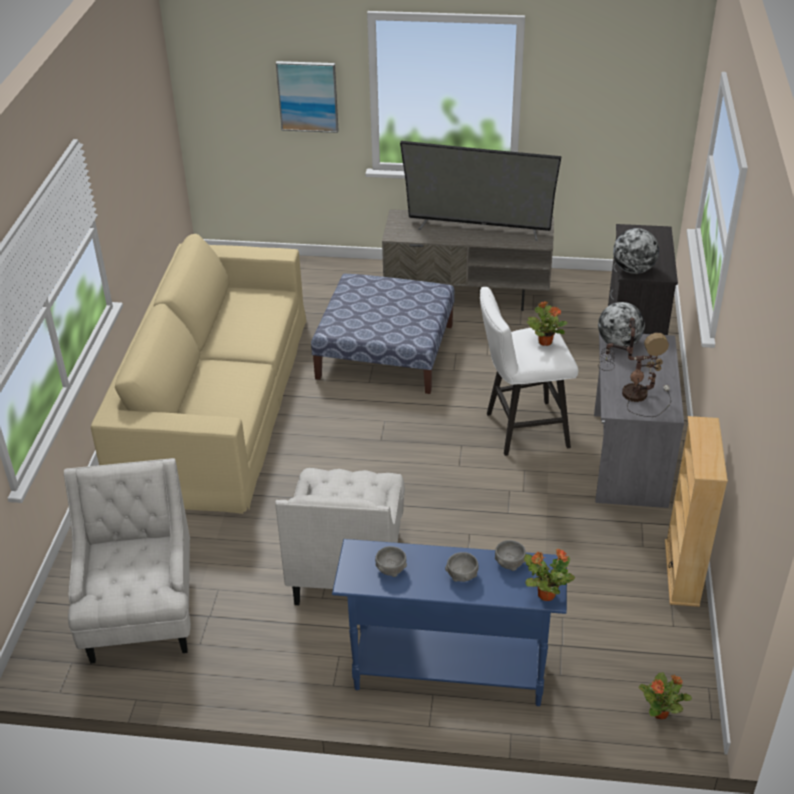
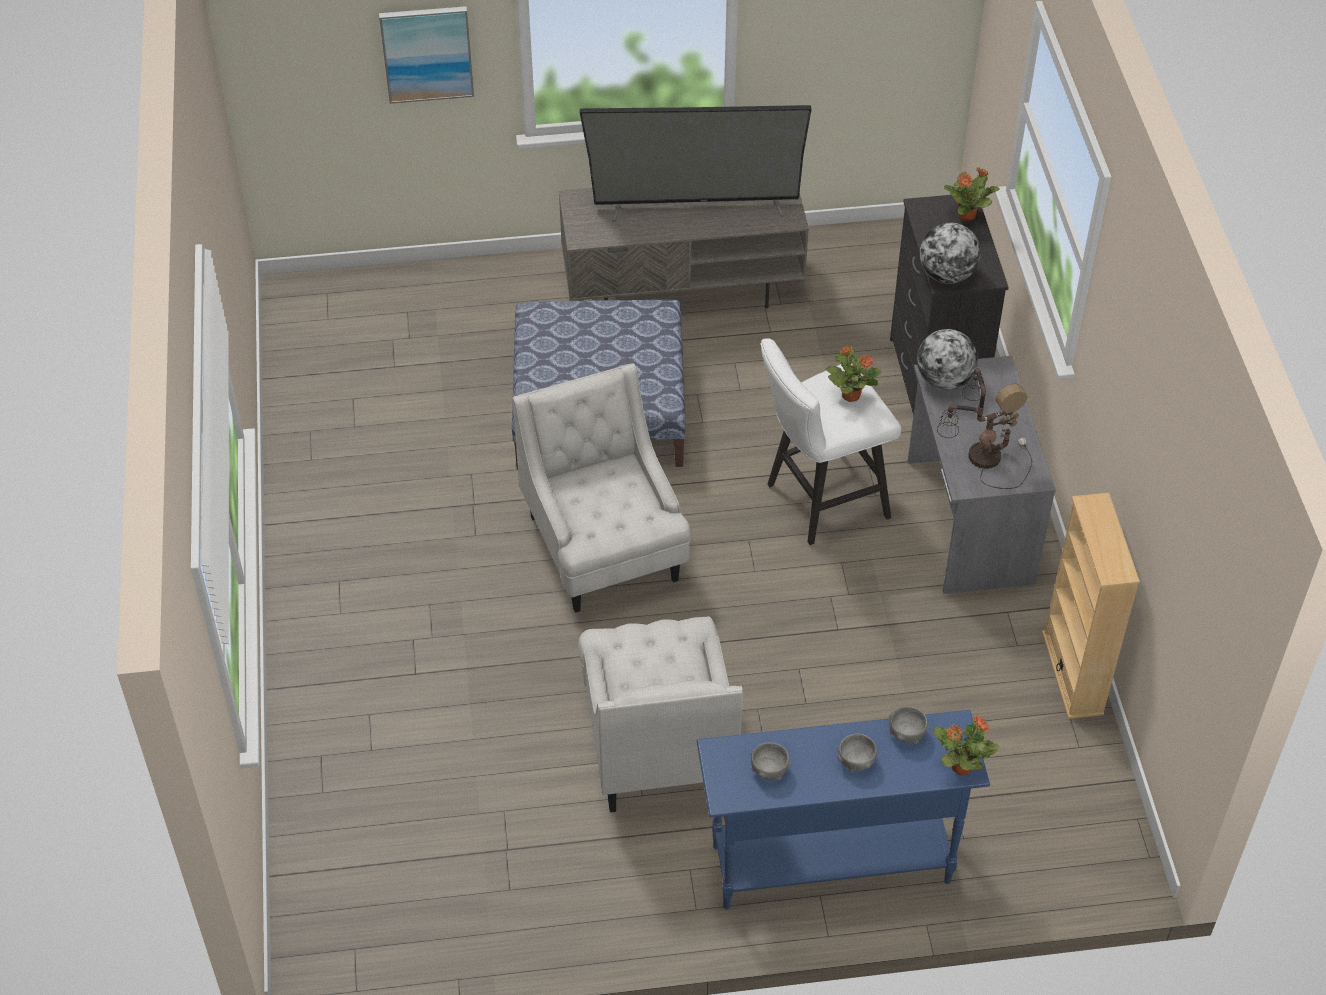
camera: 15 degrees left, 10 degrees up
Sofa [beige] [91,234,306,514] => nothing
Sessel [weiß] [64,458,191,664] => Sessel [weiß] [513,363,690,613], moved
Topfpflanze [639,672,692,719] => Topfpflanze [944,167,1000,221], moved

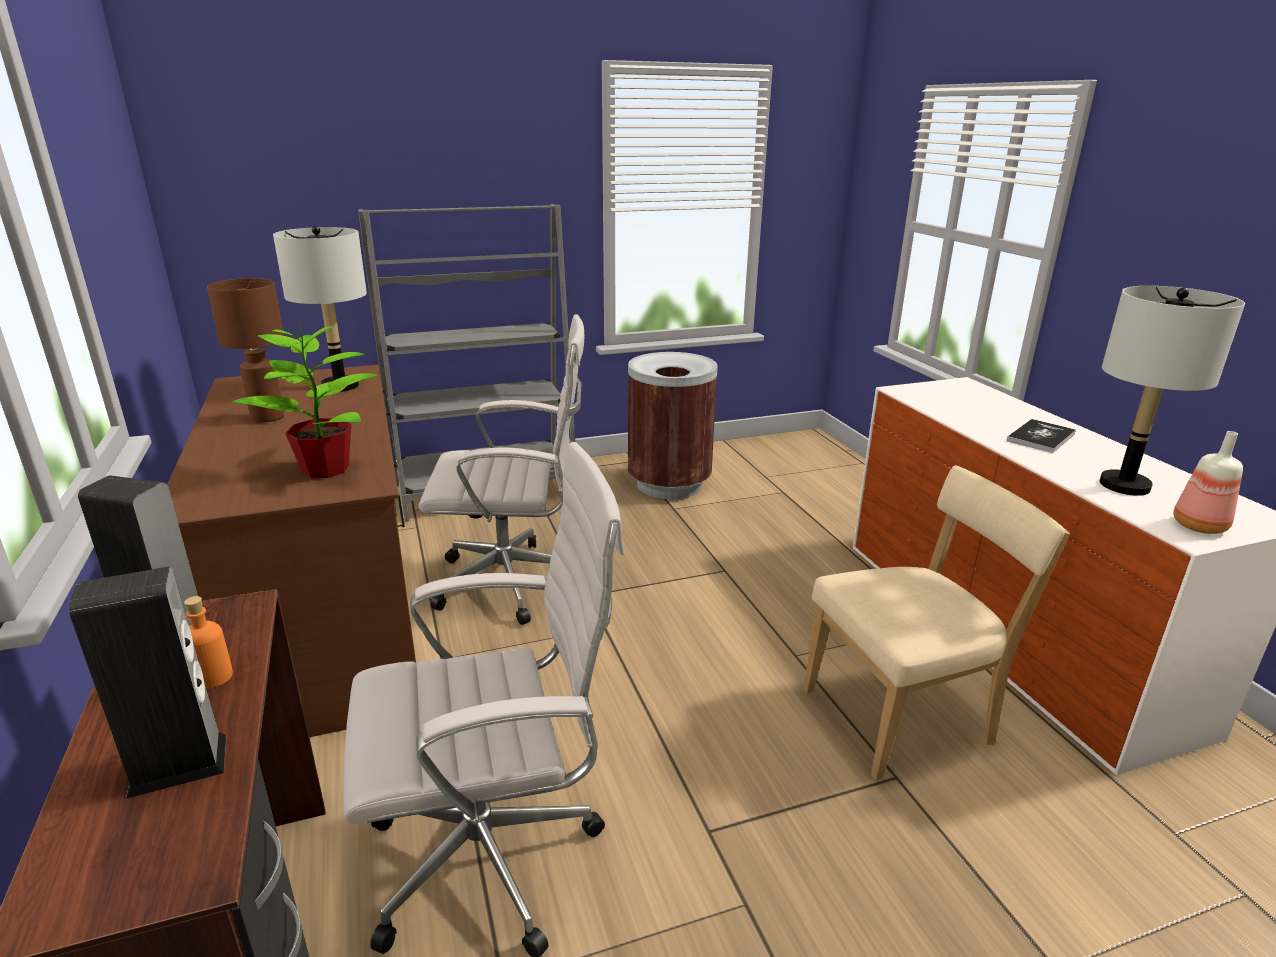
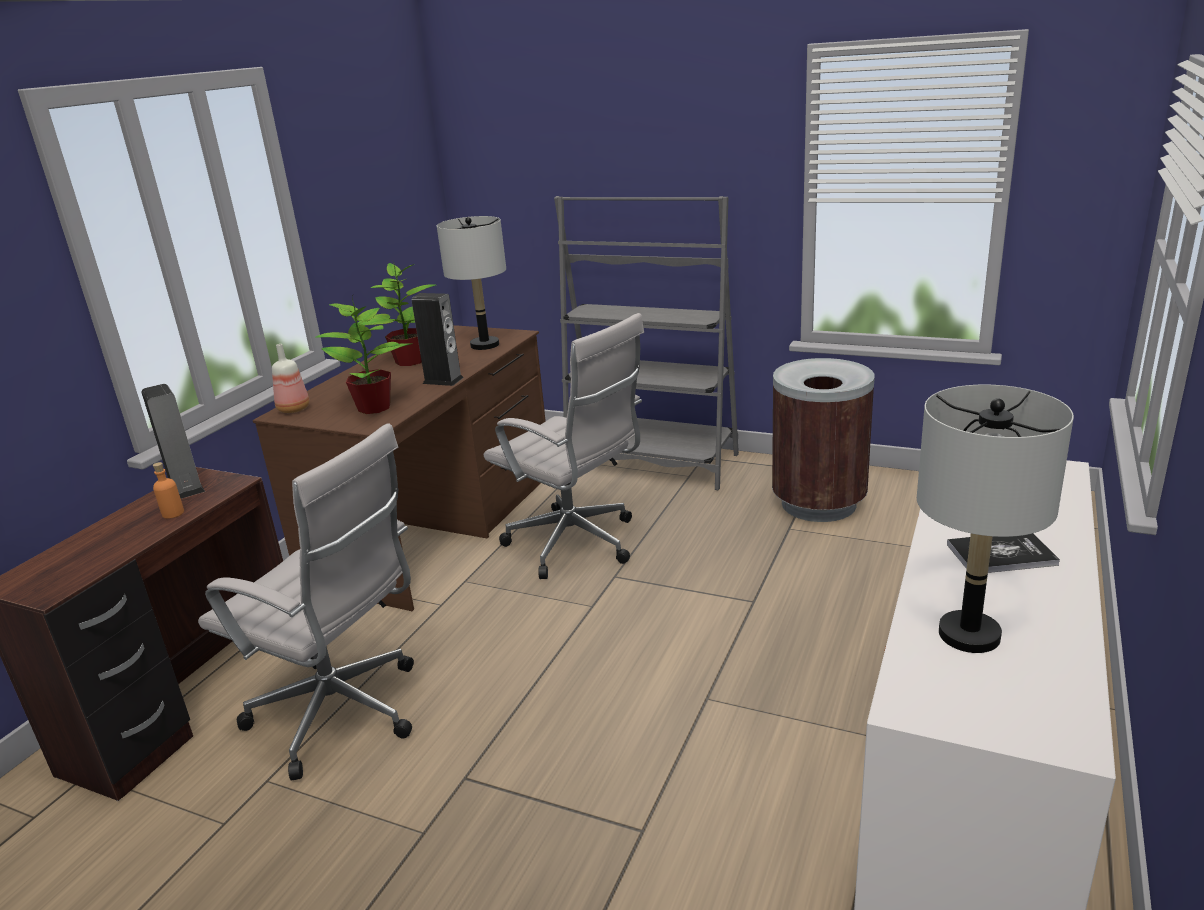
camera: 45 degrees right, 0 degrees up
Tischlampe [braun] [207,278,285,422] => Topfpflanze [358,262,436,366]
Flasche [1173,431,1243,534] => Flasche [272,344,310,413], moved
Stuhl [beige] [803,466,1070,781] => nothing
Lautsprecher [69,566,226,799] => Lautsprecher [412,293,464,386], moved

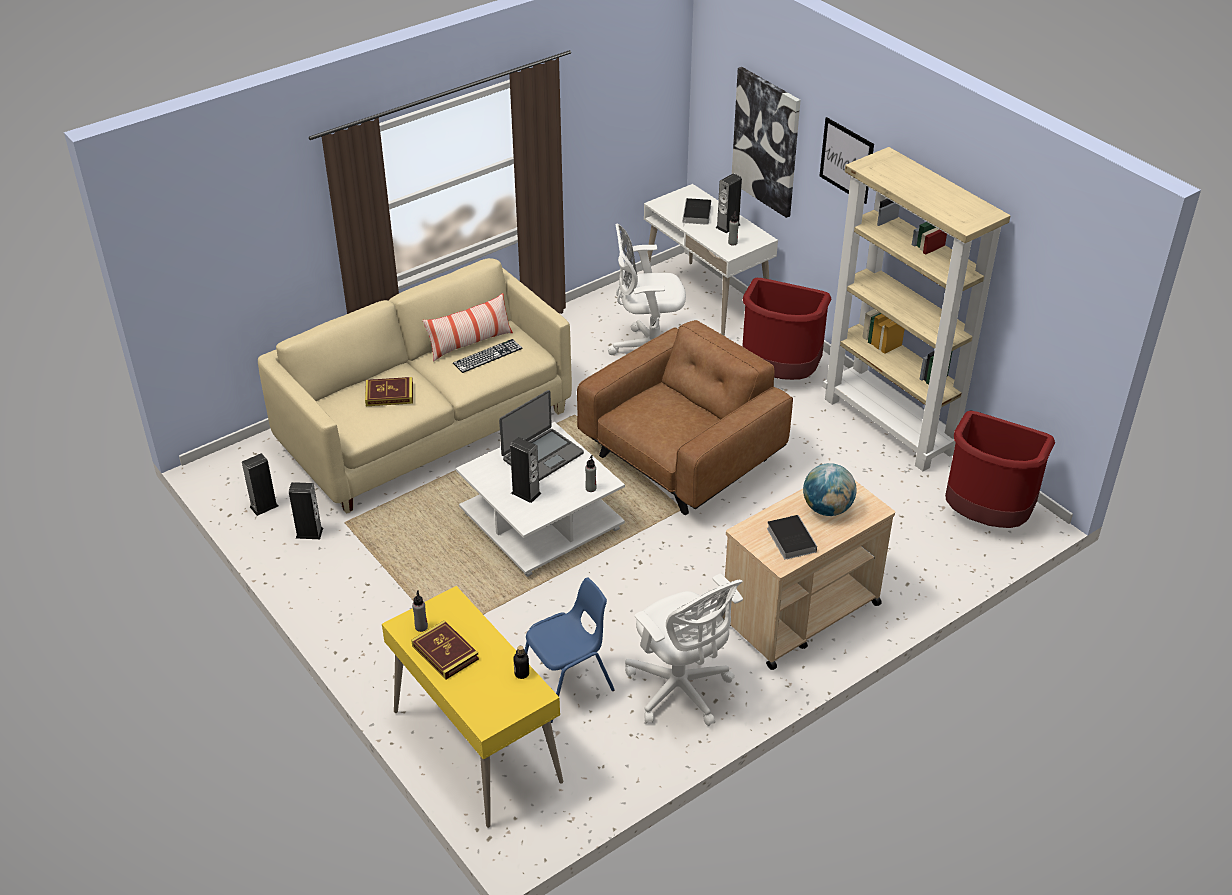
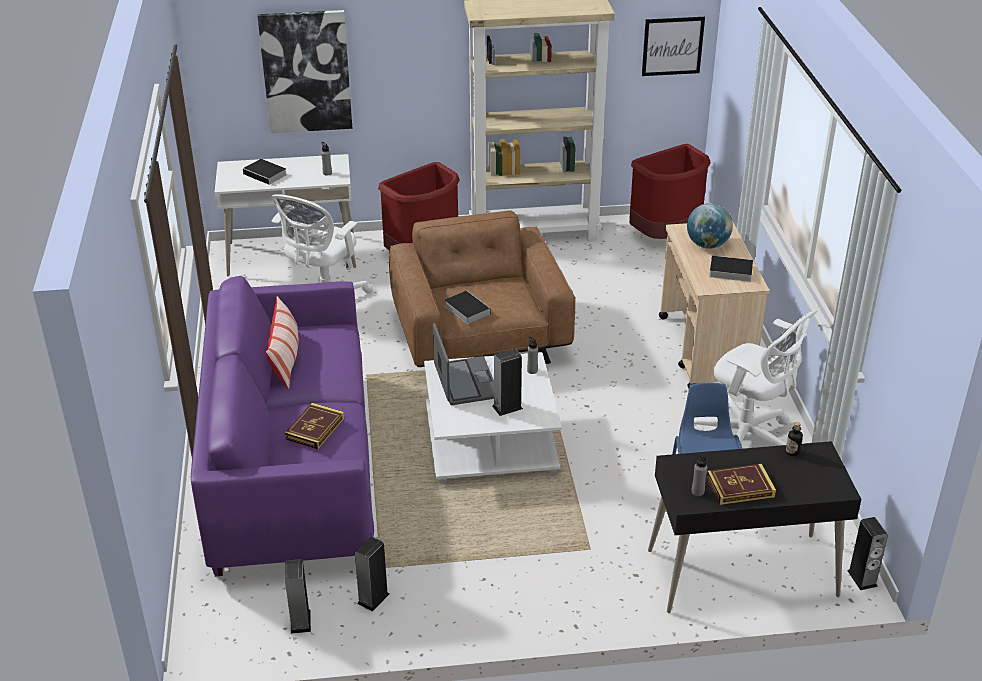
camera: 60 degrees left, 5 degrees down
Bild [820,117,874,204] => Bild [642,17,705,76], moved
Lautsprecher [716,173,742,233] => Lautsprecher [847,517,888,590], moved
Sofa [beige] [258,258,572,514] => Sofa [lila] [191,276,374,577]
Tastatur [453,339,523,373] => nothing
Bürostuhl [weiß] [625,574,743,726] => Bürostuhl [weiß] [694,309,818,446], 45 degrees clockwise
Schreibtisch [gelb] [382,586,563,828] => Schreibtisch [schwarz] [648,441,861,613]
nothing => Buch [444,291,491,324]

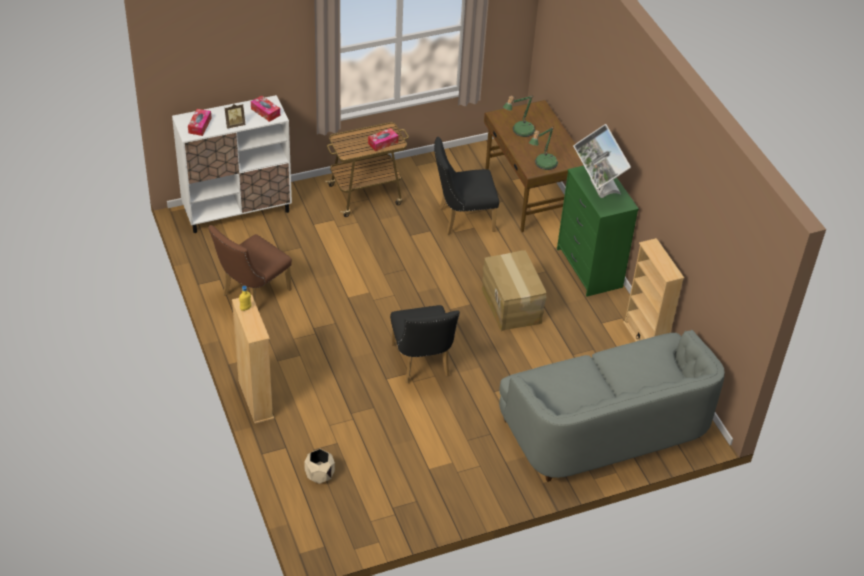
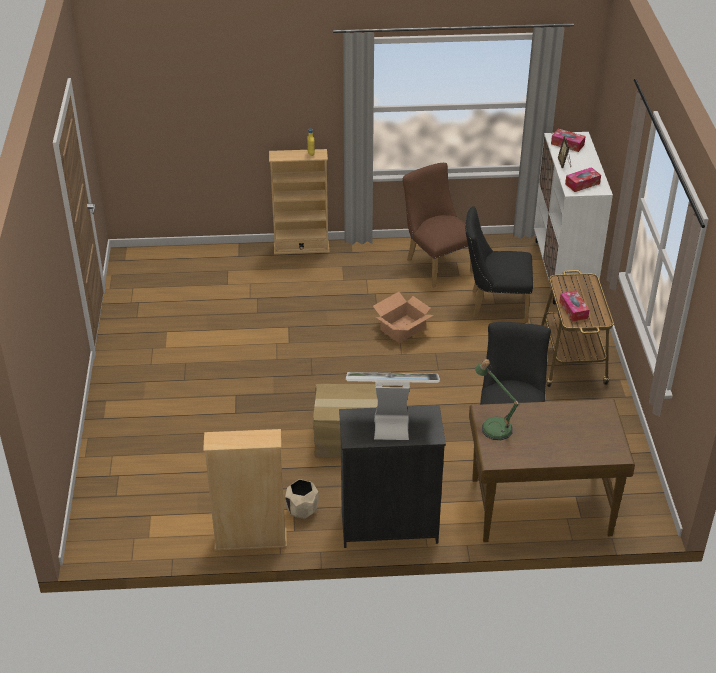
camera: 110 degrees right, 5 degrees down
Tischlampe [503,95,535,137] => nothing
Kommode [grün] [557,166,639,297] => Kommode [schwarz] [339,405,446,548]
Stuhl [schwarz] [390,305,460,383] => Stuhl [schwarz] [465,206,533,322], moved
Sofa [grau] [499,330,725,482] => nothing
Pflanzkübel [beige] [304,449,335,484] => Pflanzkübel [beige] [285,479,319,519], moved
nothing => Karton [373,292,433,343]

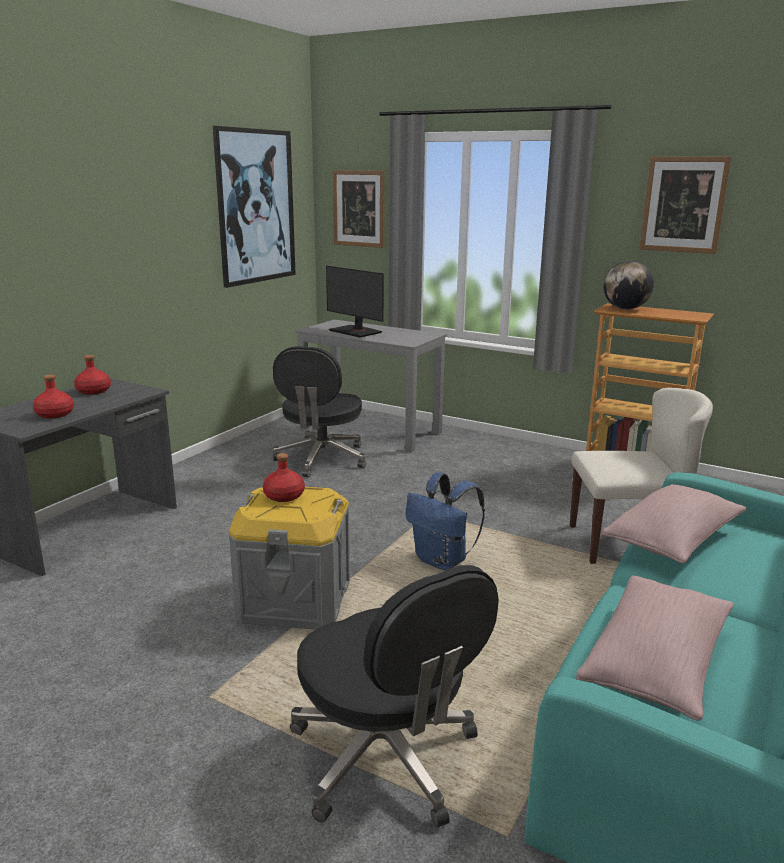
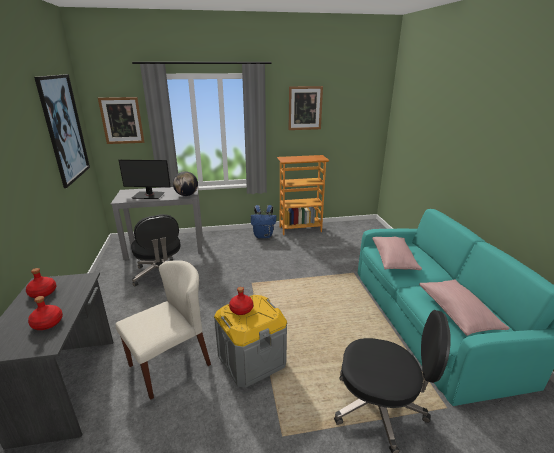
camera: 40 degrees left, 5 degrees up
Globus [604,261,654,310] => Globus [173,171,198,196], moved
Stuhl [beige] [570,388,713,564] => Stuhl [beige] [115,260,211,400], moved
Rucksack [blau] [406,472,485,571] => Rucksack [blau] [251,205,276,238], moved

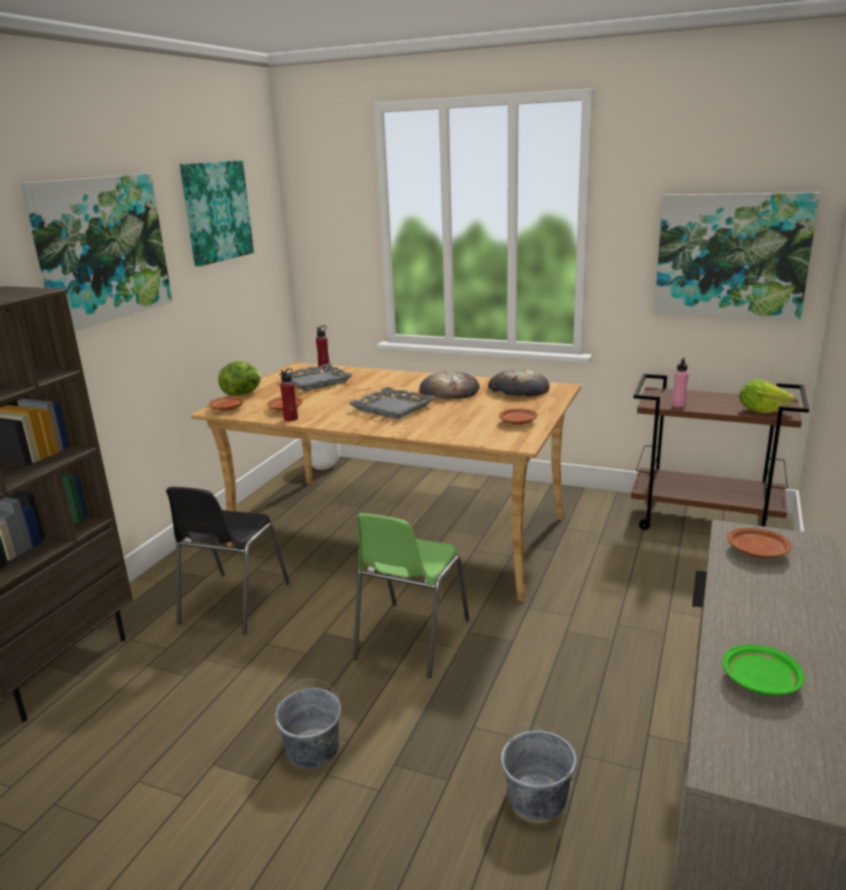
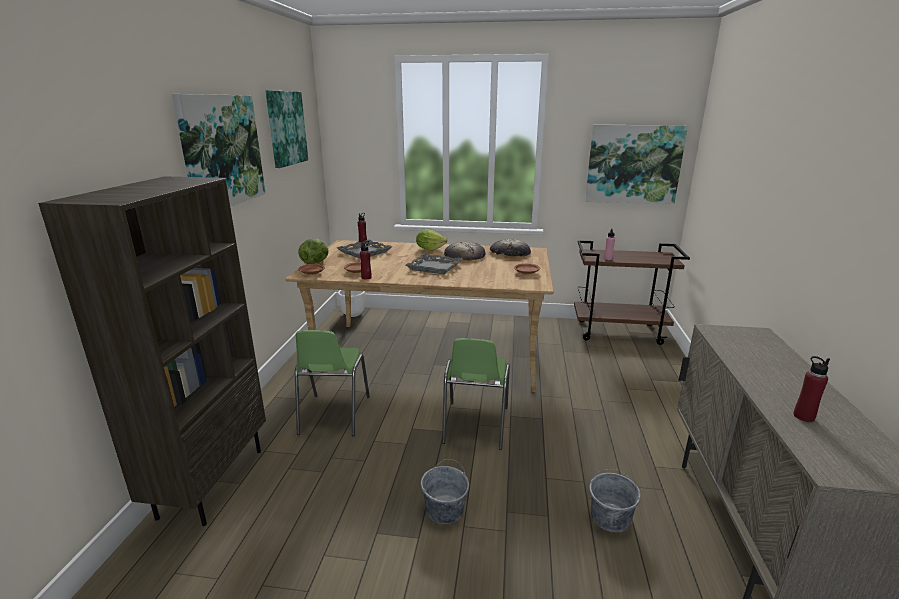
camera: 15 degrees left, 0 degrees up
Salatkopf [739,379,795,414] => Salatkopf [416,229,448,250], moved
Stuhl [schwarz] [166,487,290,634] => Stuhl [grün] [295,330,370,436]
Teller [braun] [728,528,792,558] => nothing
Teller [grün] [722,644,804,696] => Flasche [rot] [794,356,830,422]

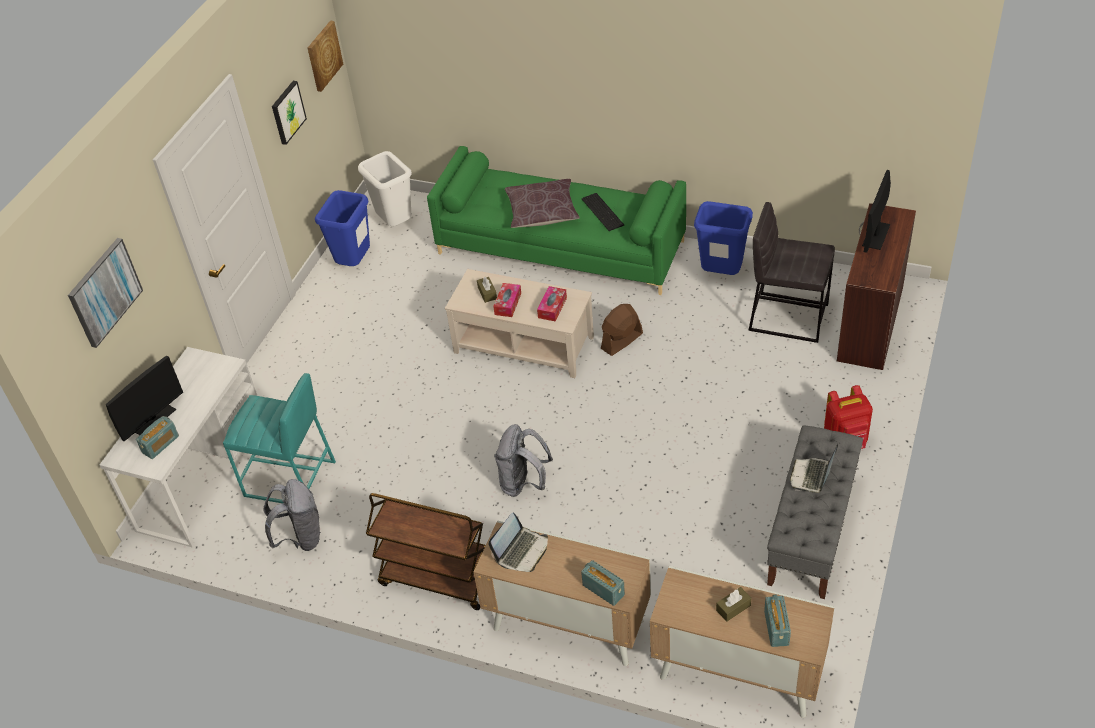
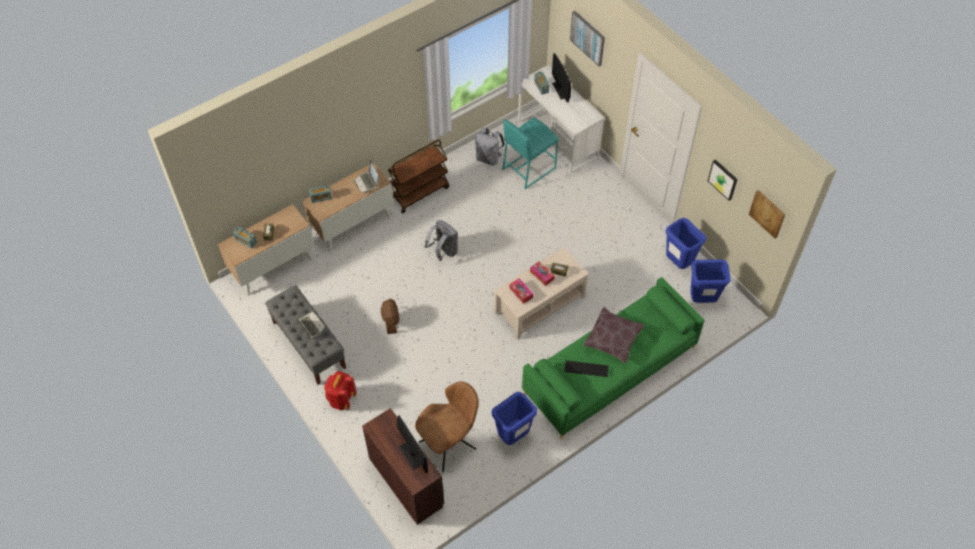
camera: 120 degrees right, 10 degrees up
Mülleimer [weiß] [358,151,412,226] => Mülleimer [blau] [690,259,731,303]
Hocker [grau] [748,202,835,343] => Stuhl [braun] [415,381,479,472]
Ventilator [braun] [601,304,643,356] => Ventilator [braun] [381,299,399,334], moved

